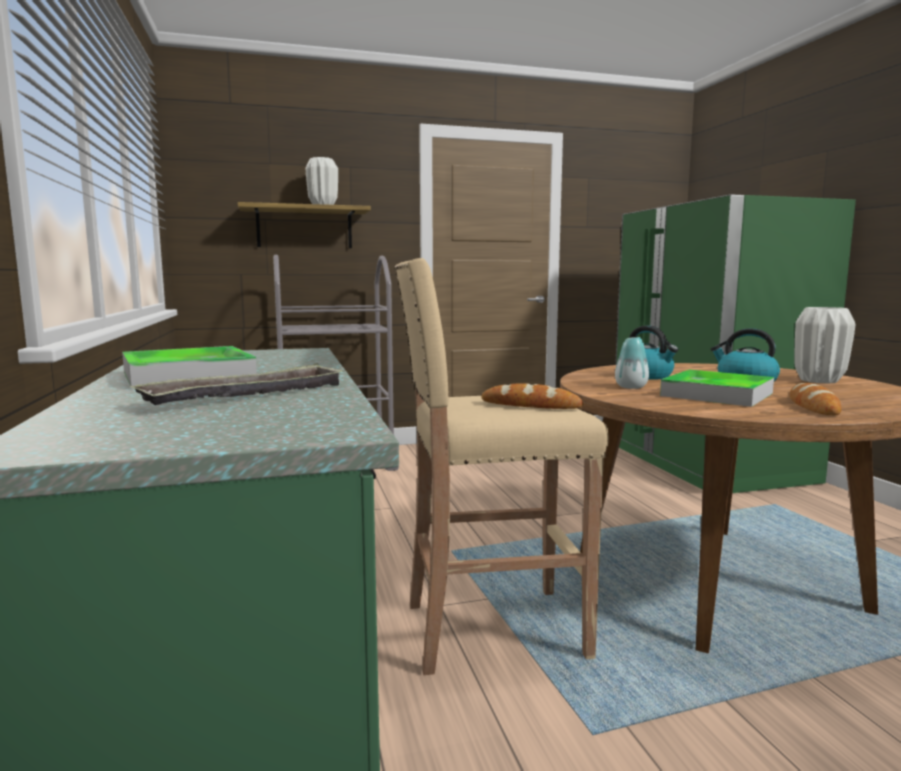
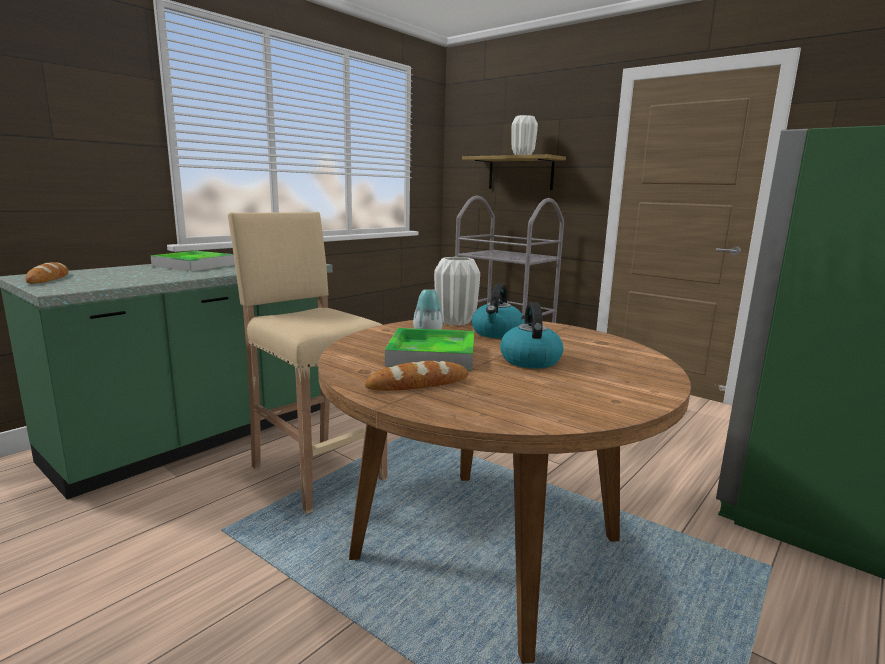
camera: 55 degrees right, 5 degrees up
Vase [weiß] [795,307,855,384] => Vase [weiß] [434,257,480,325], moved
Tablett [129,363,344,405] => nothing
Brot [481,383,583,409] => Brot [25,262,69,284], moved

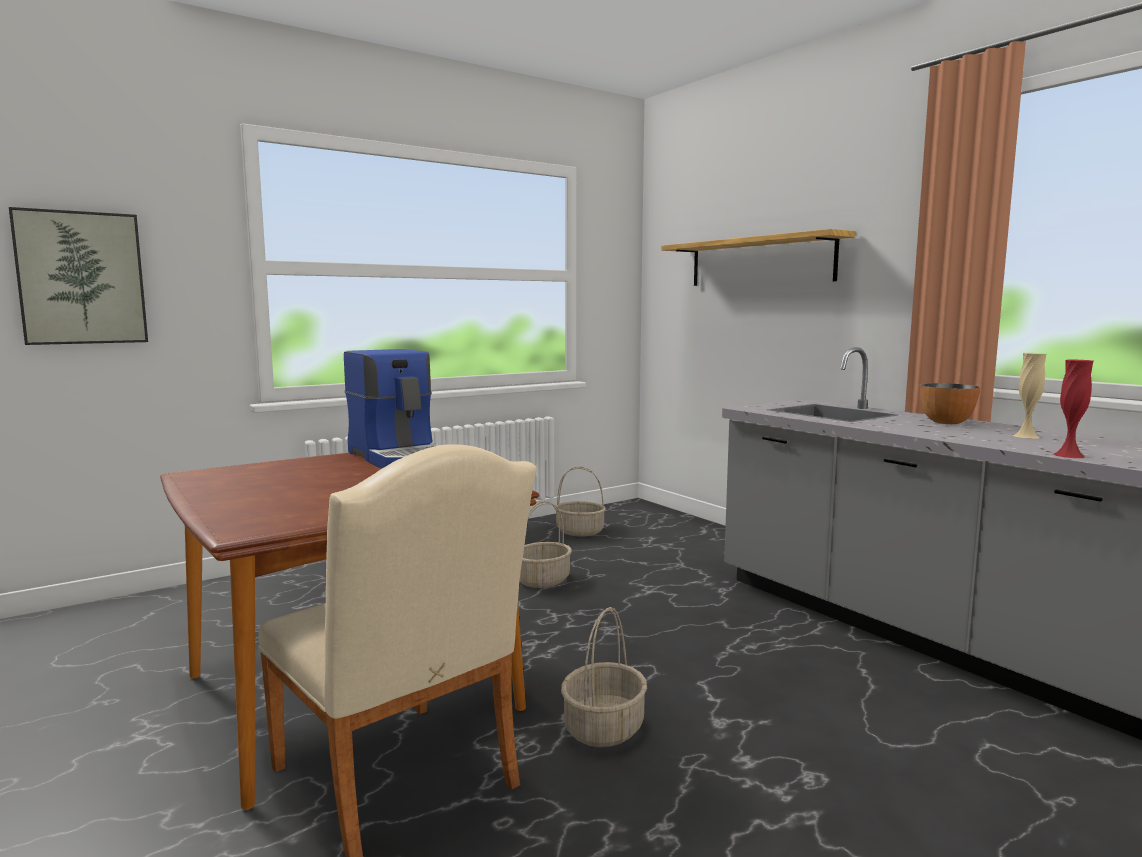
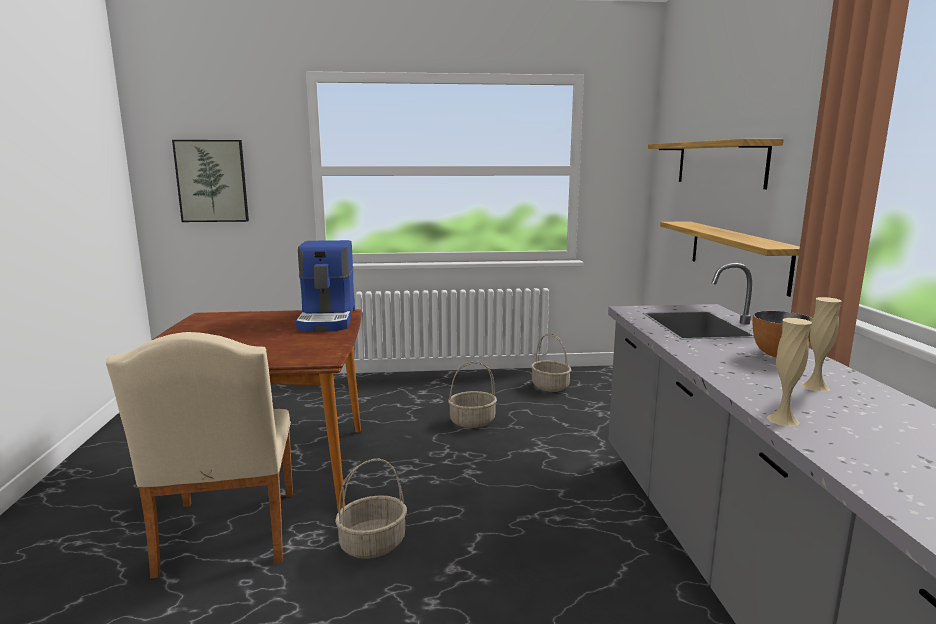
camera: 30 degrees right, 5 degrees up
Vase [rot] [1053,360,1093,458] => Vase [beige] [767,318,812,427]
nothing => Wandregal [660,221,800,297]

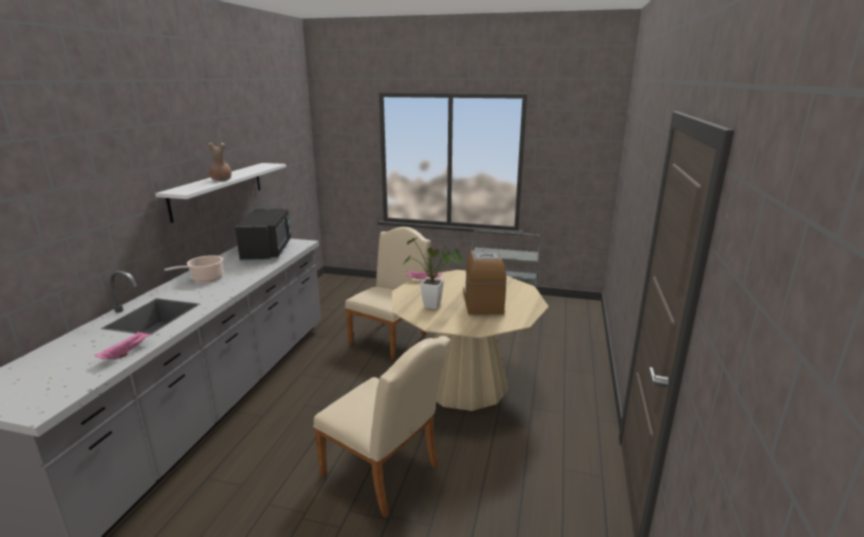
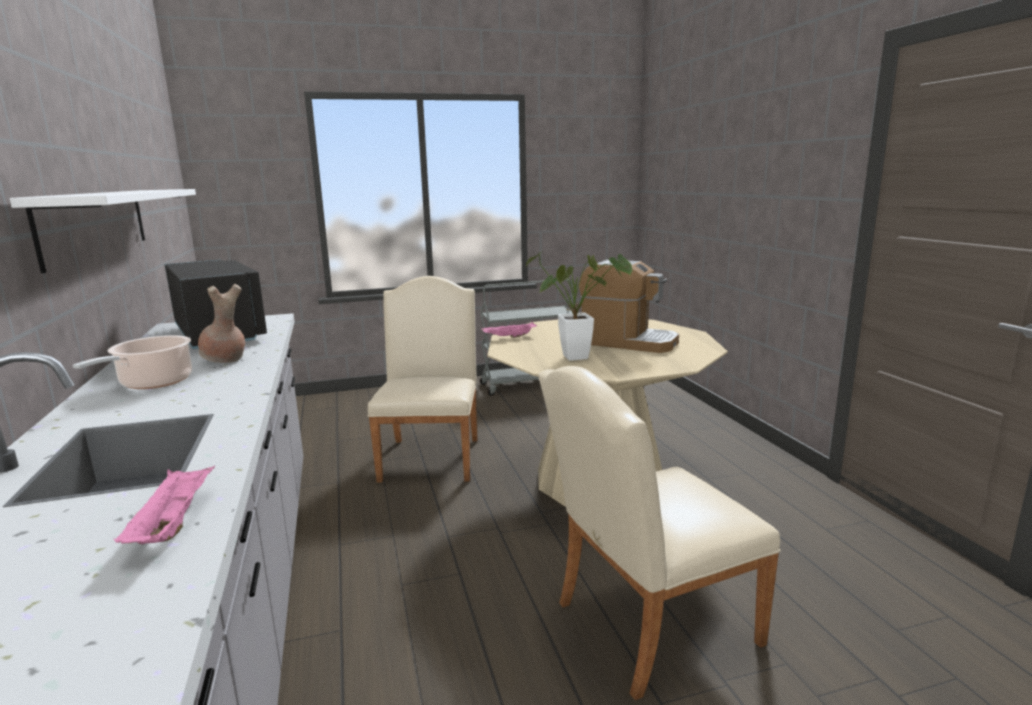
camera: 30 degrees left, 5 degrees down
Vase [braun] [208,143,232,181] => Vase [braun] [198,284,245,363], moved
Kaffeemaschine [463,250,506,315] => Kaffeemaschine [579,260,679,353], 150 degrees clockwise
Stuhl [beige] [313,336,450,518] => Stuhl [beige] [538,366,781,700], 150 degrees clockwise

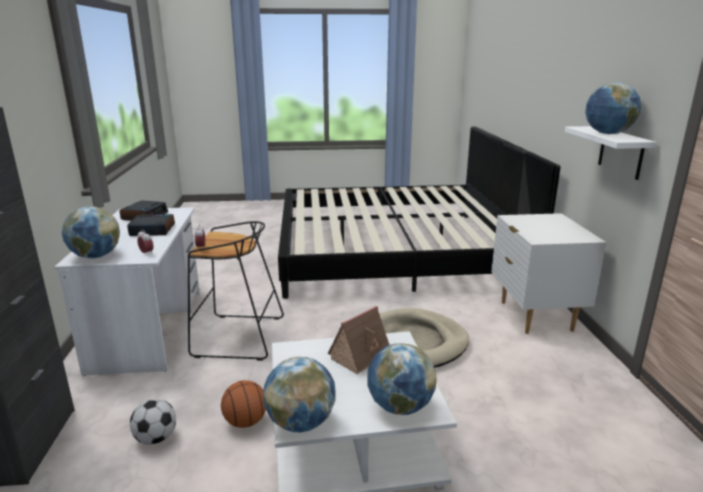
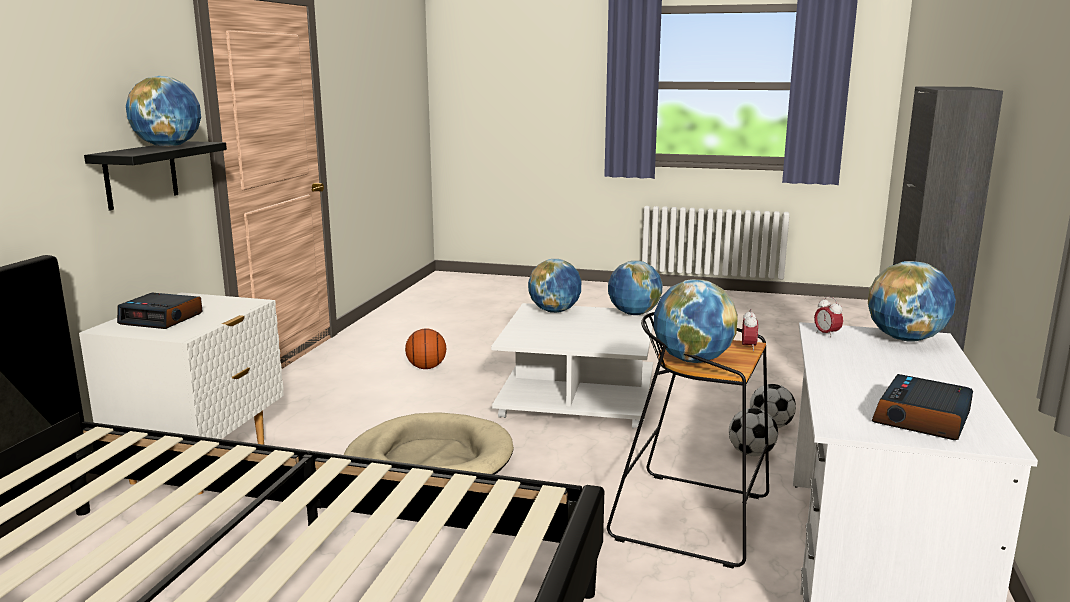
camera: 160 degrees left, 5 degrees down
Wandregal [weiß] [565,126,656,180] => Wandregal [schwarz] [84,141,227,210]
Wecker [127,214,175,236] => Wecker [117,293,203,329], moved
Spielzeughaus [328,306,390,375] => nothing
Basketball [221,380,266,428] => Basketball [405,328,446,369], moved
nothing => Globus [654,279,738,363]
nothing => Fußball [729,408,778,456]

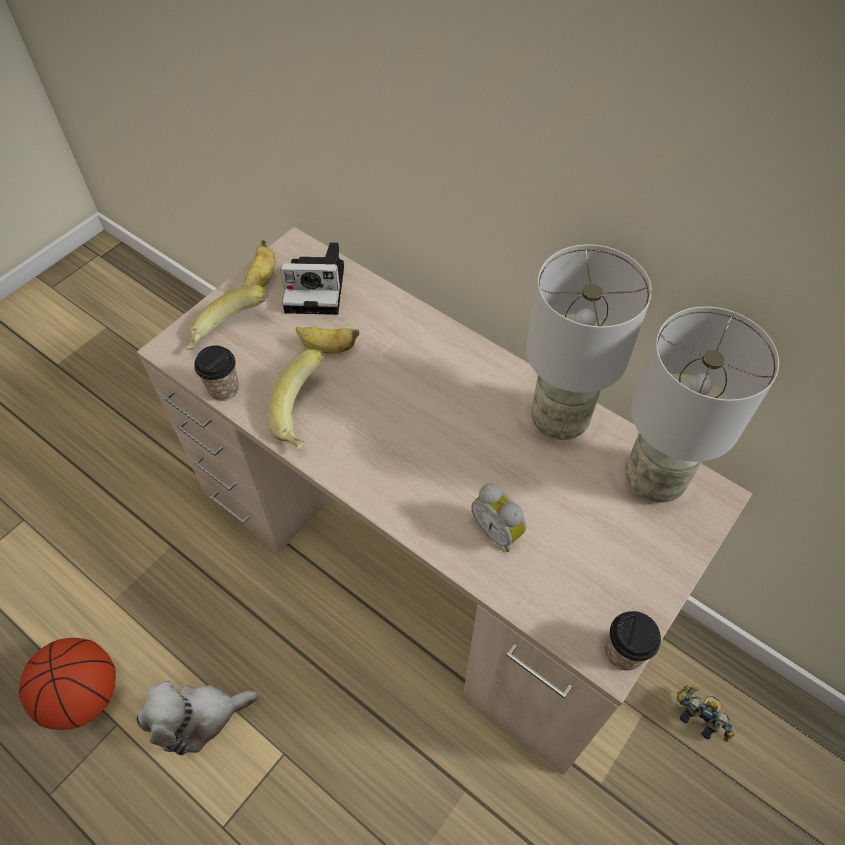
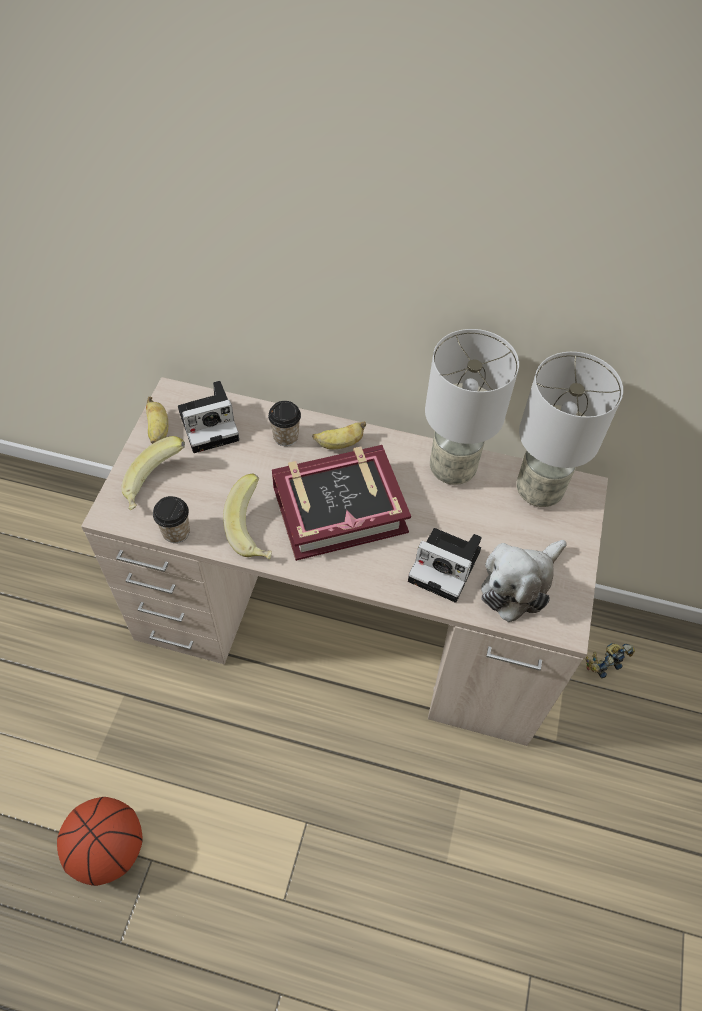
camera: 25 degrees left, 0 degrees up
Banane [296,327,359,353] => Banane [312,421,366,450], moved
Wecker [471,484,526,552] => Kamera [408,528,482,603]
Tasse [606,611,661,671] => Tasse [268,401,301,446], moved
Plüschtier [136,681,259,755] => Plüschtier [481,540,567,622], moved
Spielzeugroboter [677,685,735,742] => Spielzeugroboter [586,643,635,679], 45 degrees counterclockwise
nothing => Buch [272,445,411,561]

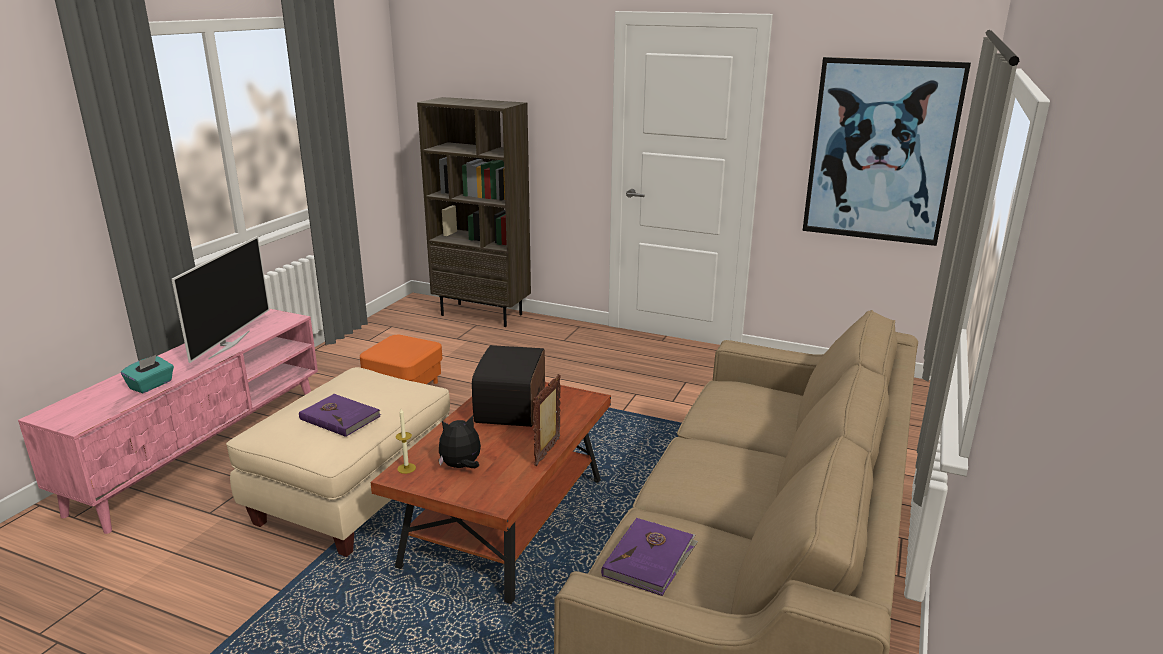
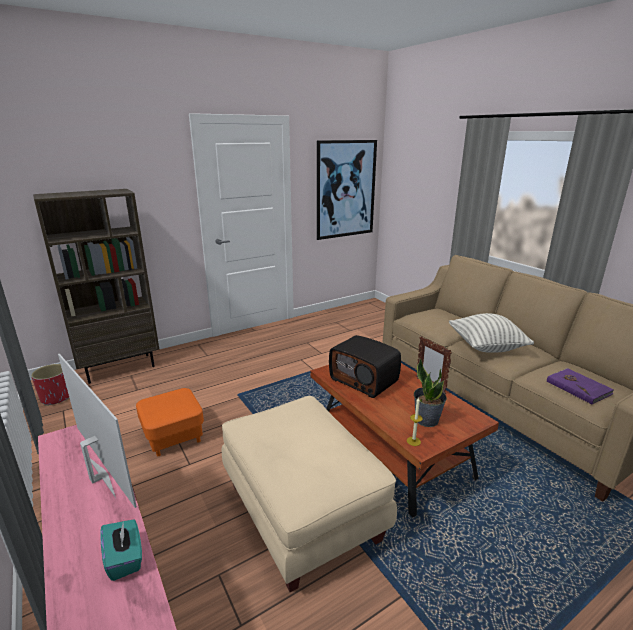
camera: 55 degrees left, 0 degrees up
Buch [lila] [299,394,381,437] => nothing
Plüschtier [438,415,481,468] => Topfpflanze [414,359,447,427]
nothing => Kissen [449,313,534,353]
nothing => Pflanzkübel [rot] [31,364,69,406]

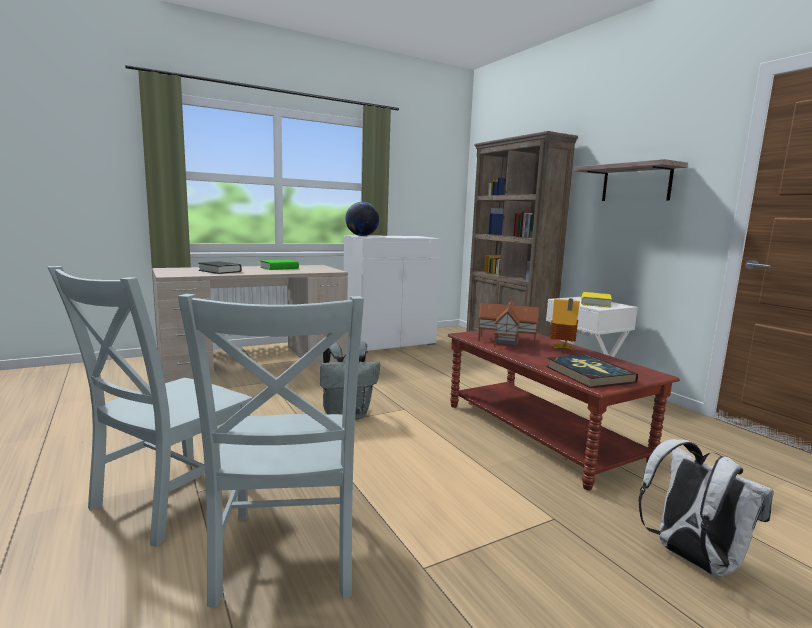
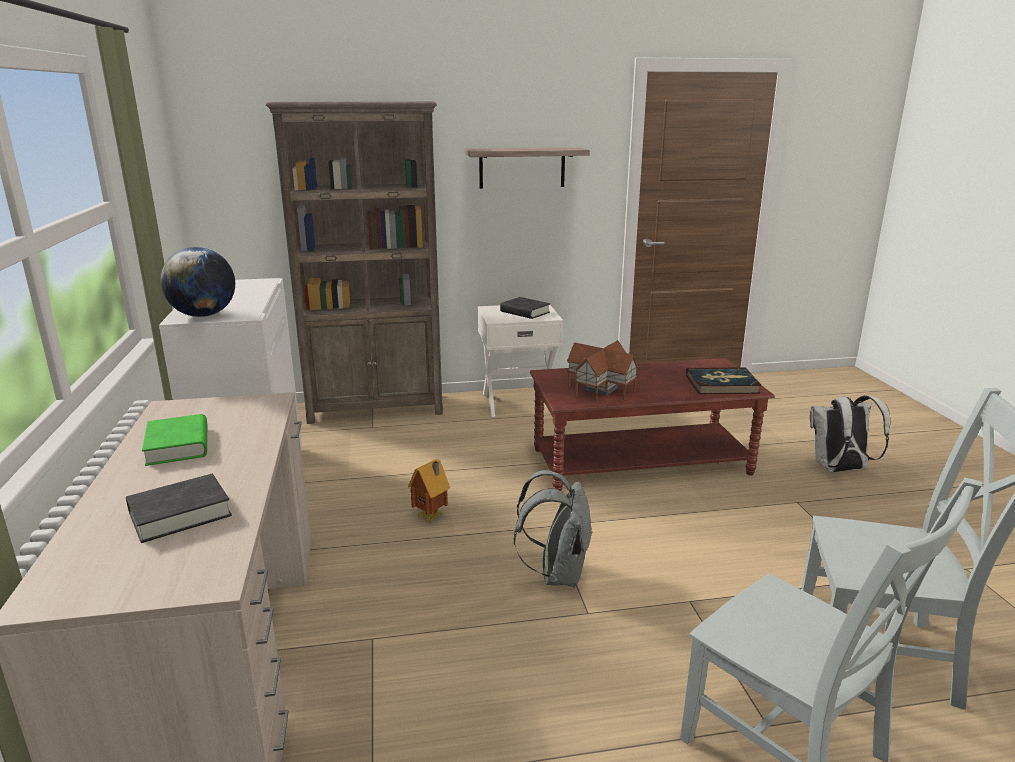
camera: 70 degrees left, 10 degrees up
Buch [gelb] [581,292,612,308] => Buch [schwarz] [500,297,550,319]
Spielzeughaus [550,298,580,351] => Spielzeughaus [408,459,450,522], moved

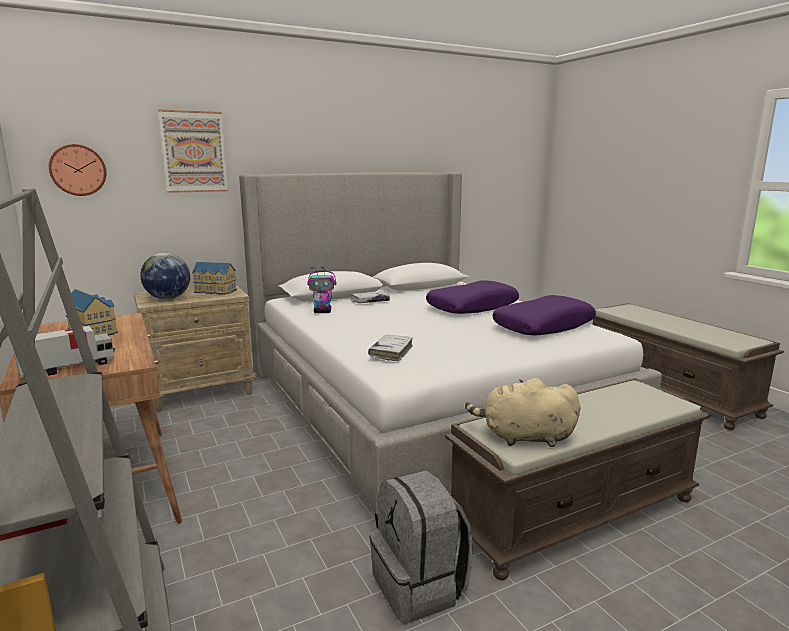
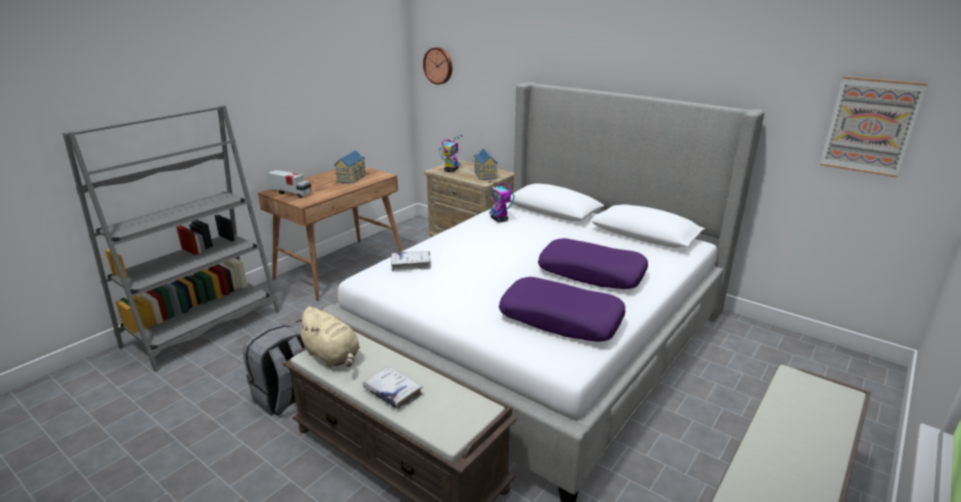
camera: 65 degrees right, 10 degrees up
Bild [158,110,228,193] => Bild [820,76,928,178], moved
Globus [140,253,190,300] => Spielzeugroboter [439,135,462,172]
Buch [weiß] [351,291,390,303] => Buch [weiß] [363,366,422,409], moved
Plüschtier [beige] [465,378,581,447] => Plüschtier [beige] [296,307,360,367], 150 degrees clockwise

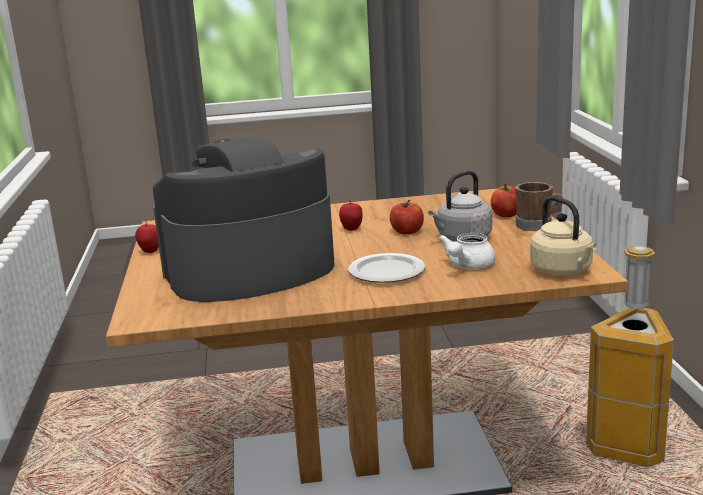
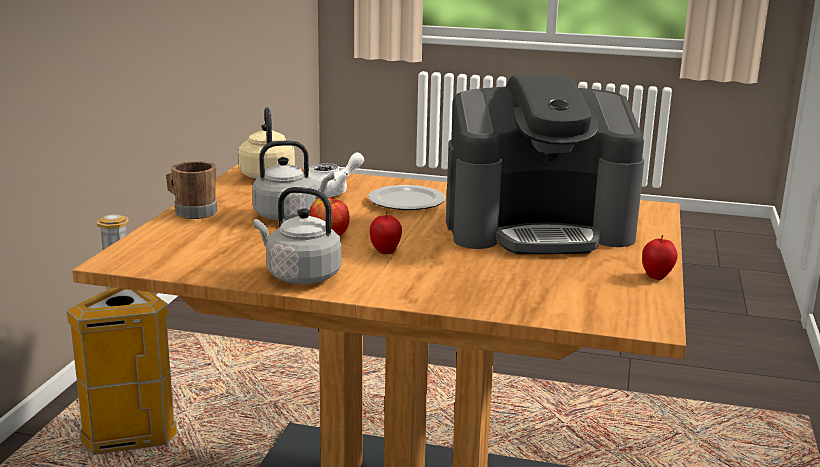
camera: 160 degrees left, 0 degrees up
Apfel [491,184,517,217] => nothing
nothing => Wasserkessel [grau] [254,187,341,284]

